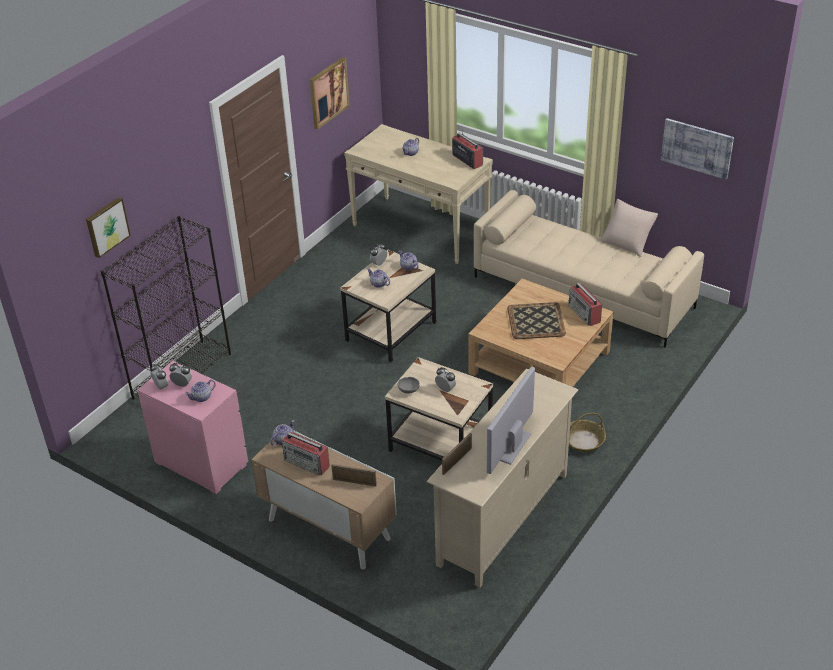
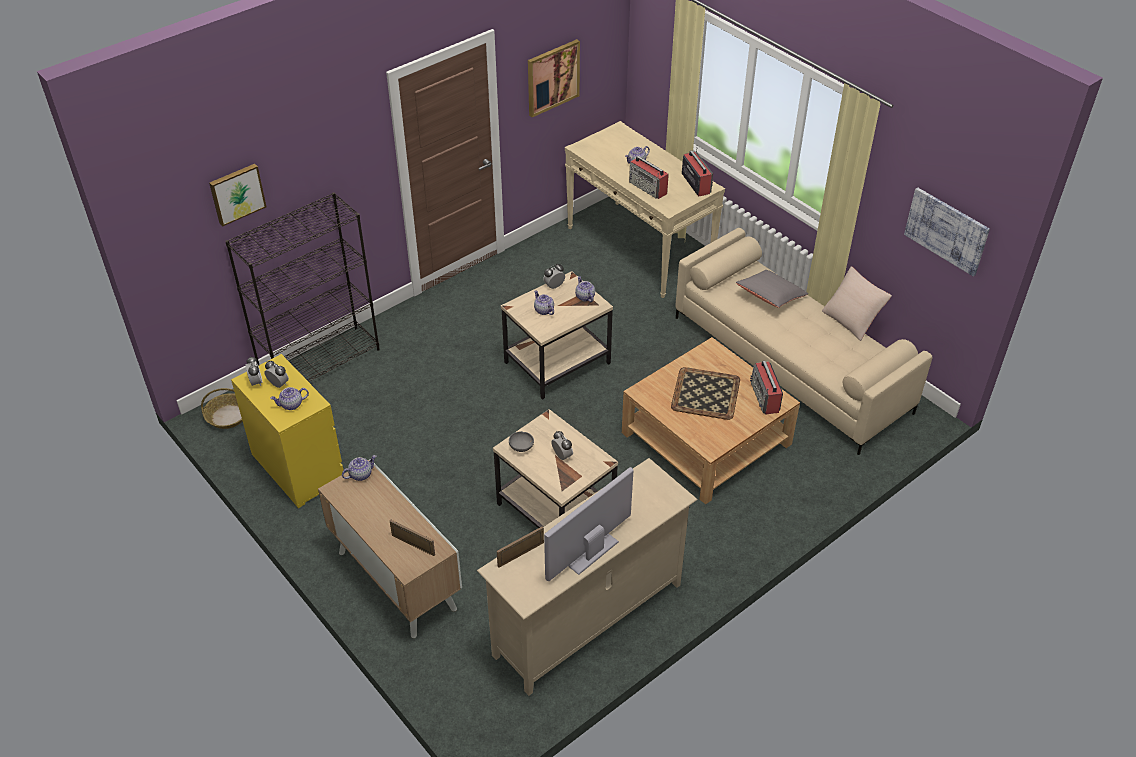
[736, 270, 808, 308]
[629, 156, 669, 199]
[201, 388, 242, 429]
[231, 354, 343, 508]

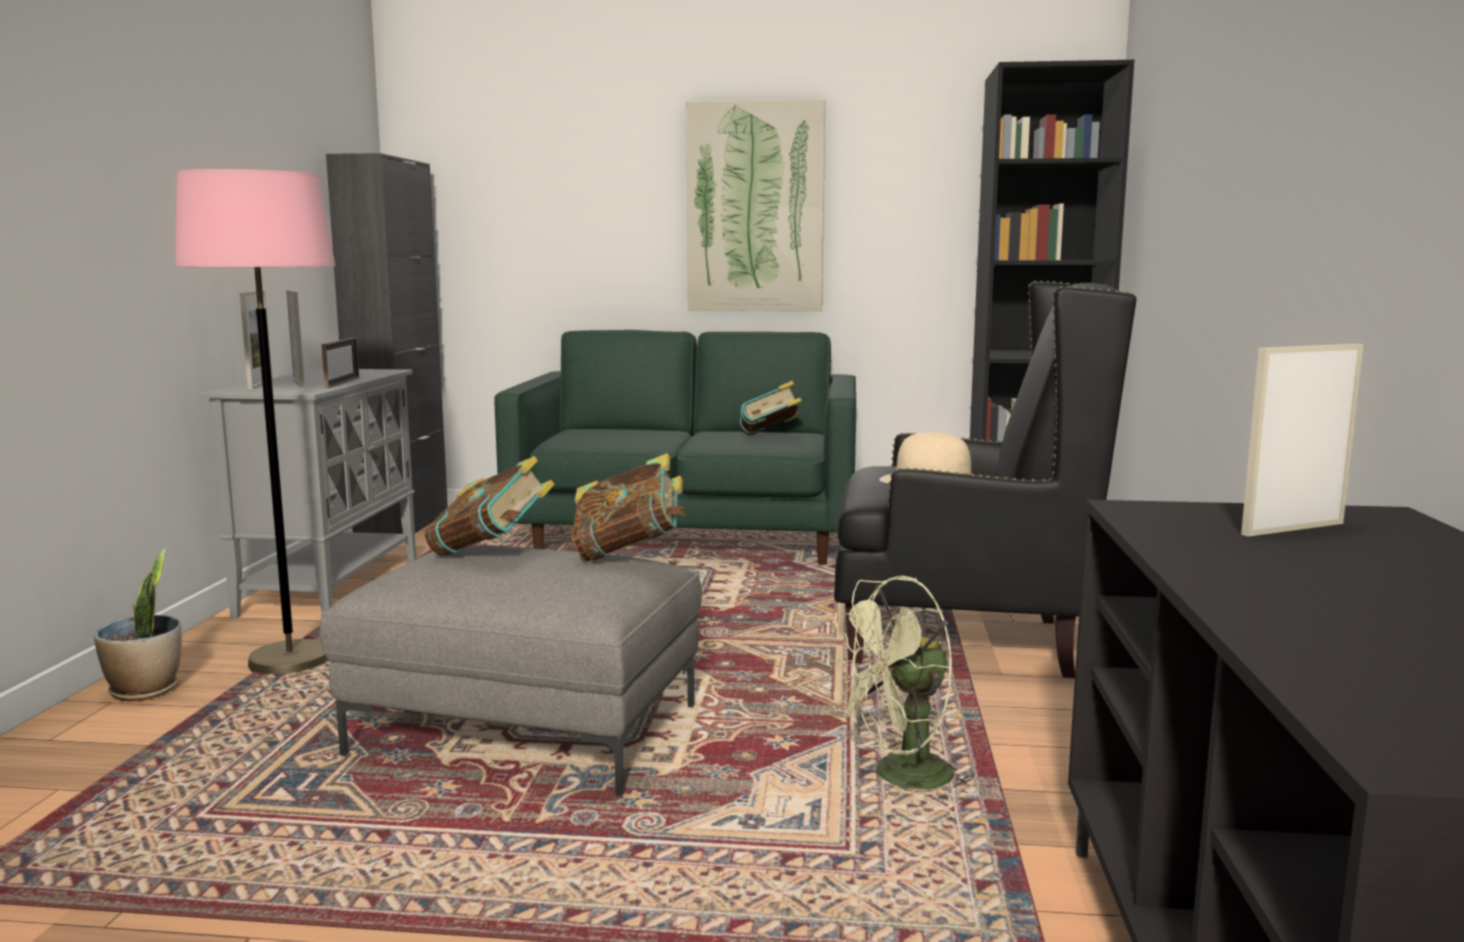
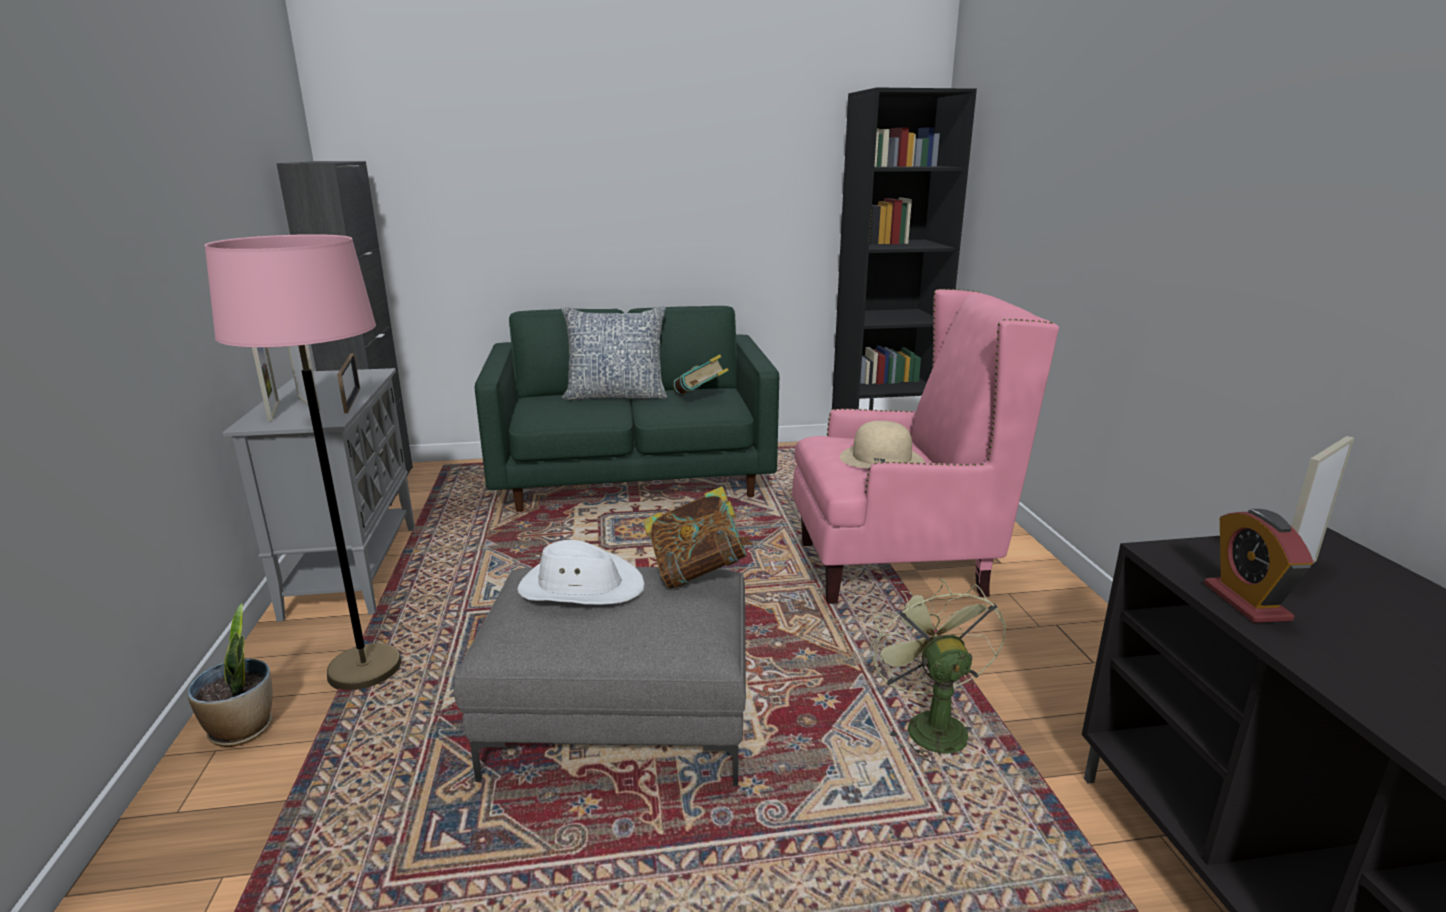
[686, 99, 825, 311] (first image)
[562, 306, 667, 401]
[1204, 509, 1314, 623]
[517, 540, 645, 605]
[792, 289, 1059, 604]
[869, 578, 1006, 763]

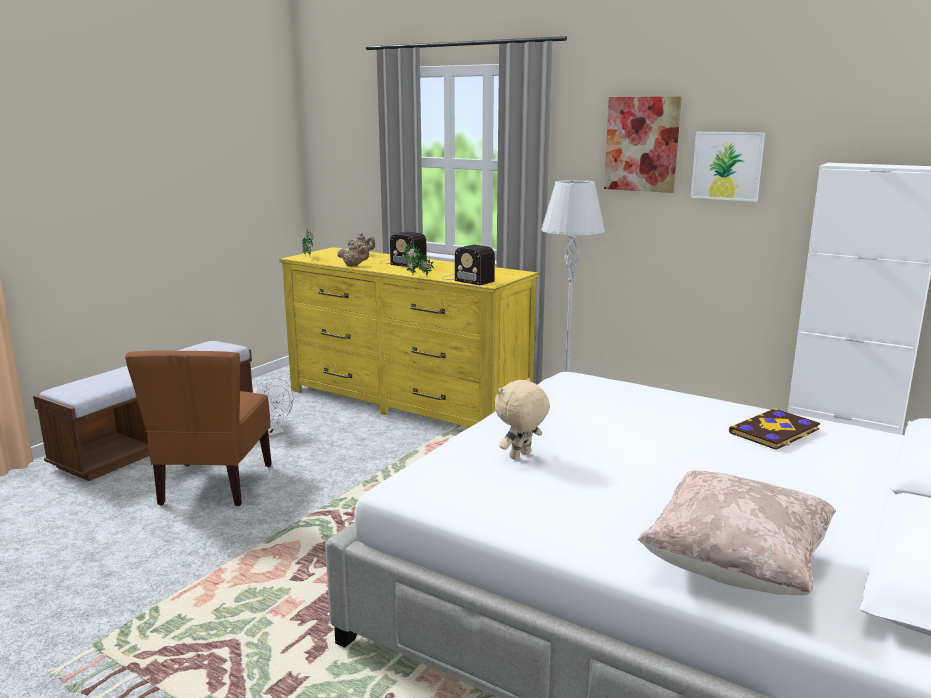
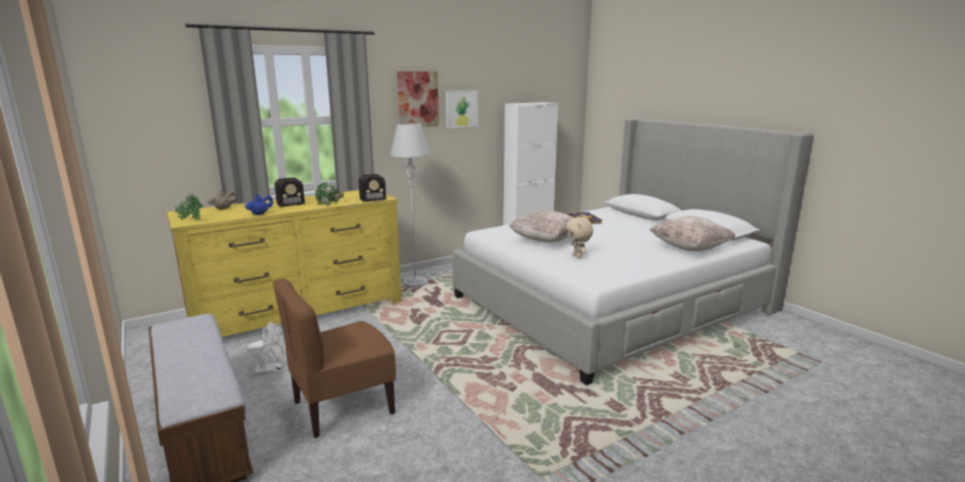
[508, 210, 574, 242]
[245, 194, 273, 215]
[273, 278, 396, 438]

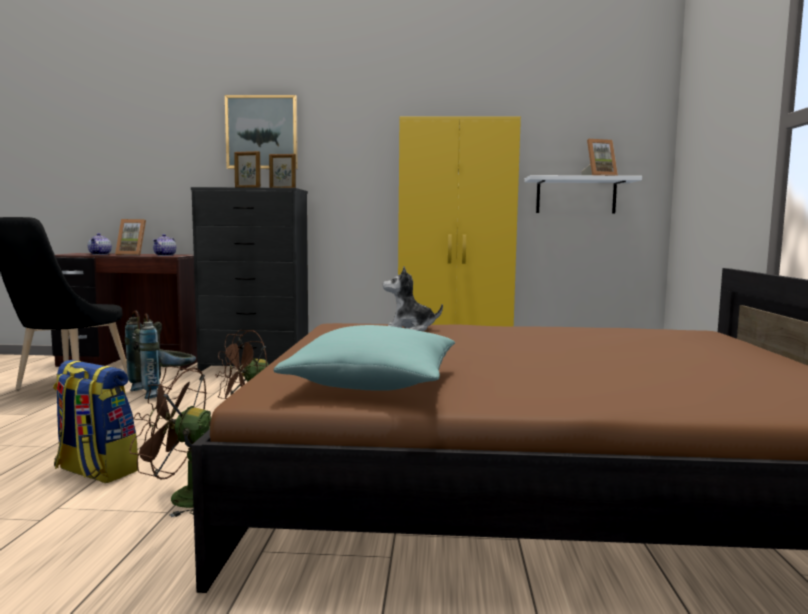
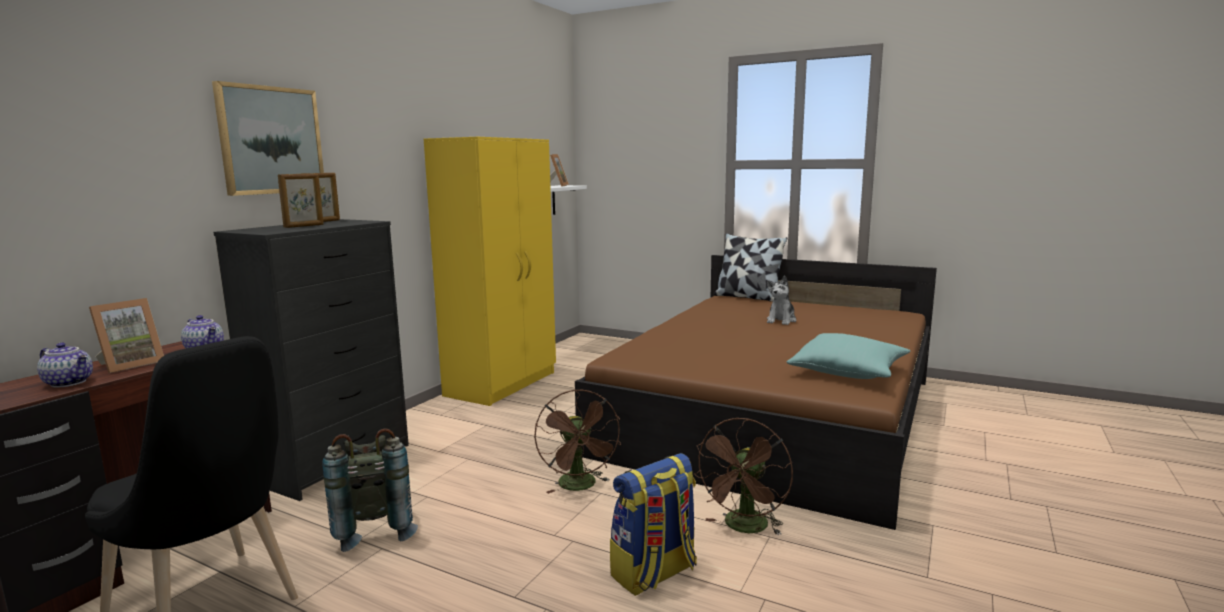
[714, 233, 788, 302]
[767, 276, 796, 325]

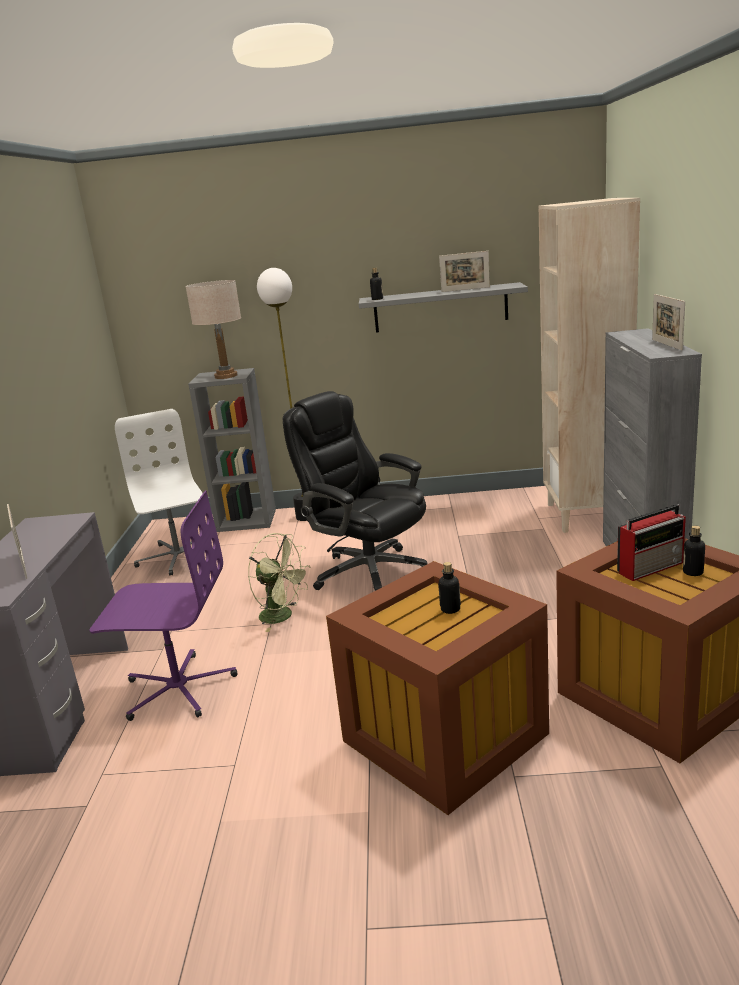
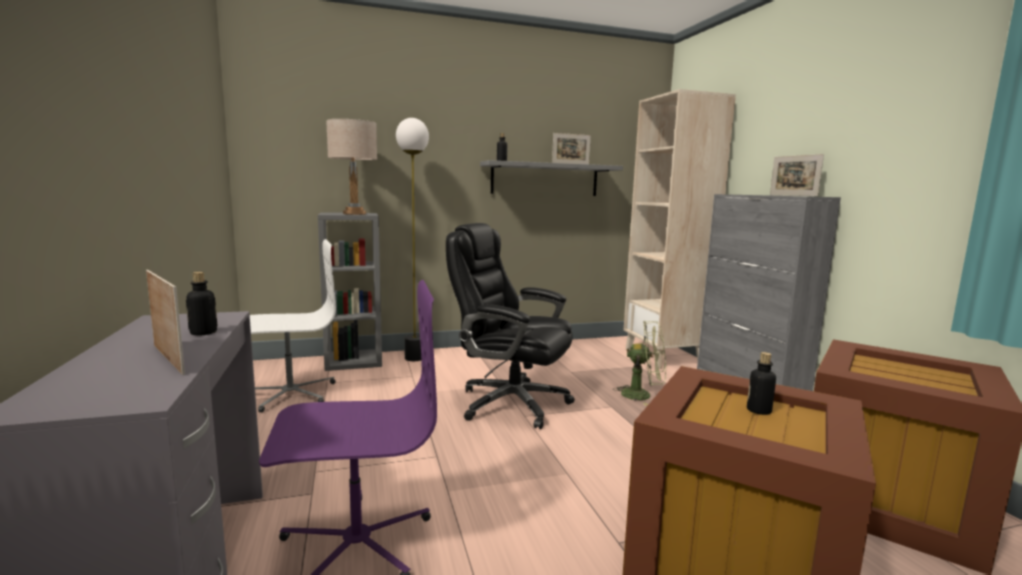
[617, 504, 686, 581] (first image)
[613, 321, 666, 406]
[186, 272, 218, 335]
[250, 239, 336, 413]

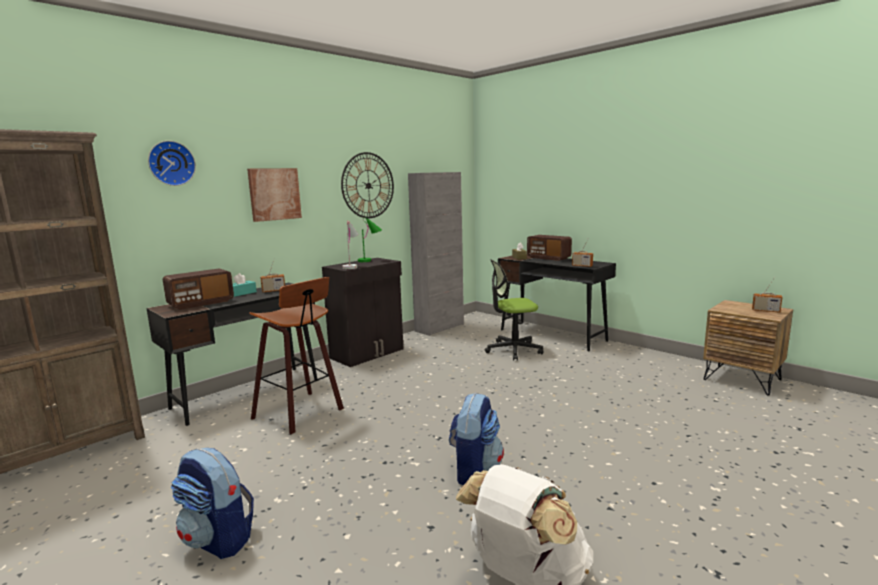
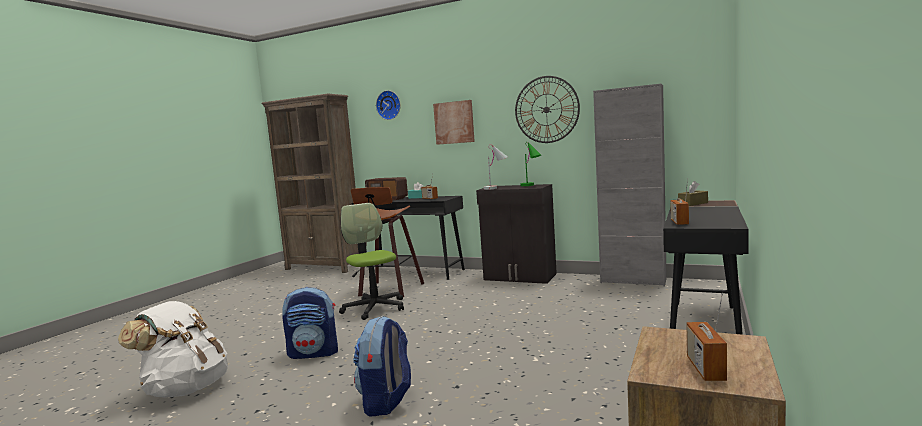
[527, 235, 572, 261] (first image)
[353, 316, 411, 417]
[339, 203, 404, 320]

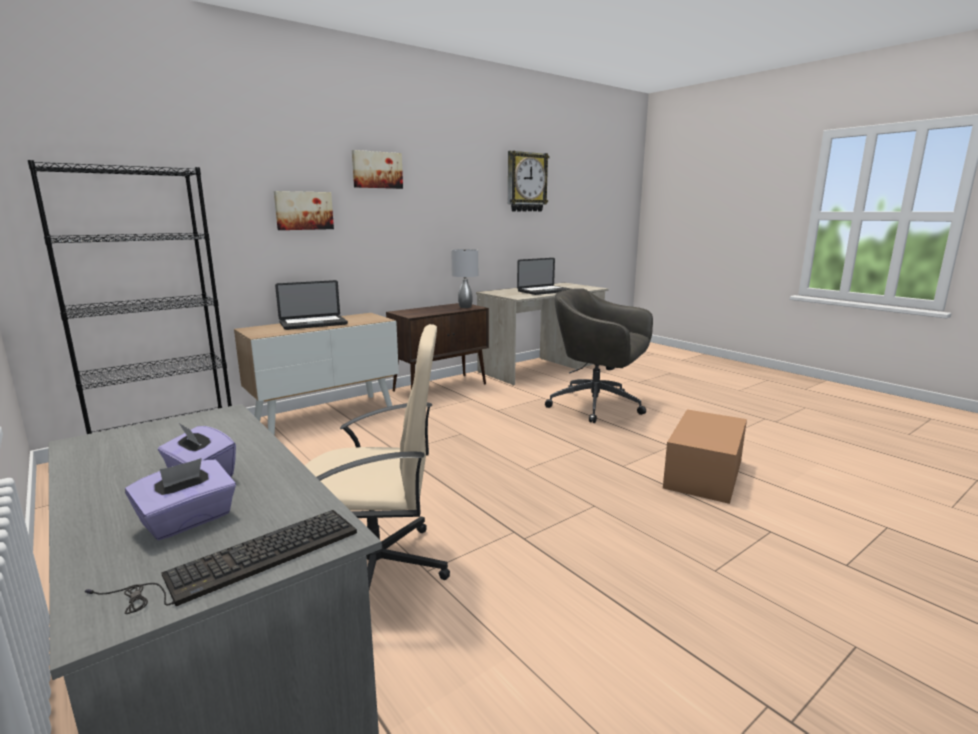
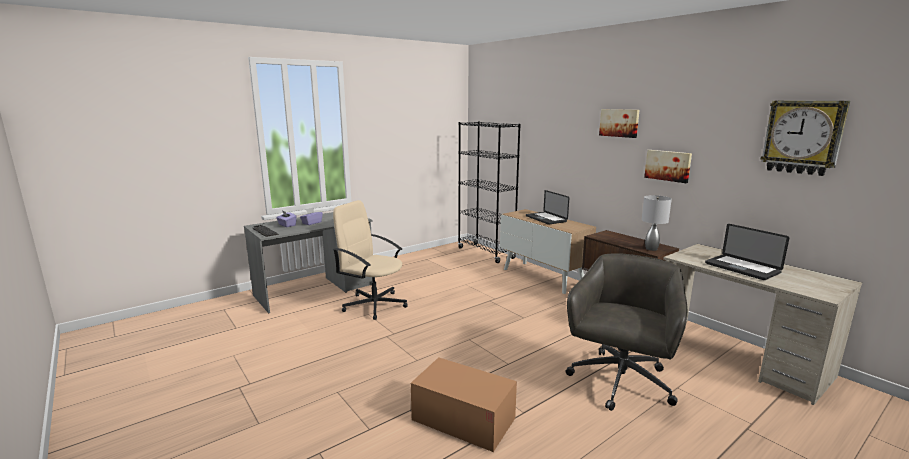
[644, 150, 692, 183]
[333, 200, 408, 320]

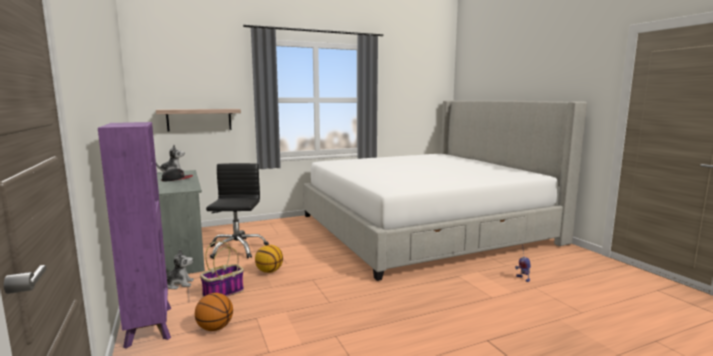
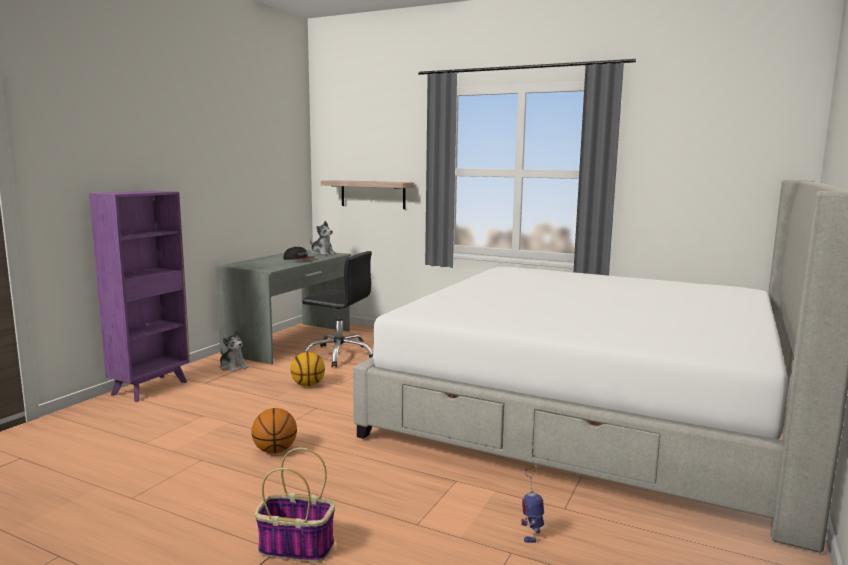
[251, 408, 297, 454]
[255, 448, 335, 562]
[302, 251, 373, 368]

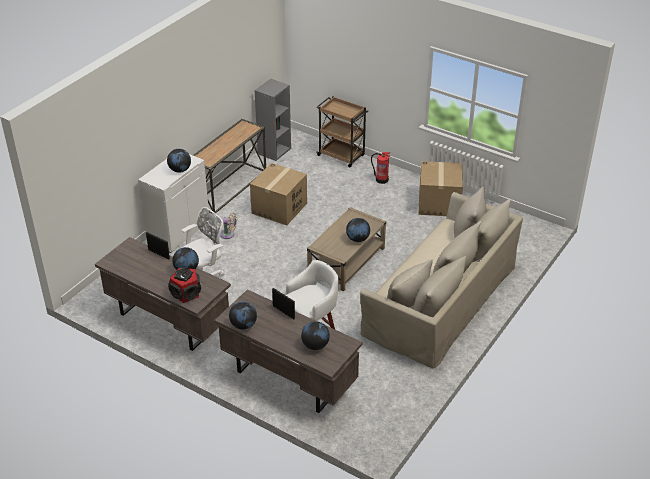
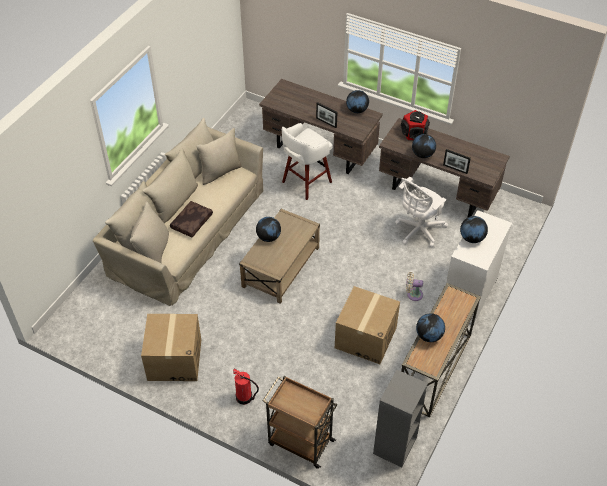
[170, 201, 213, 237]
[416, 313, 445, 342]

